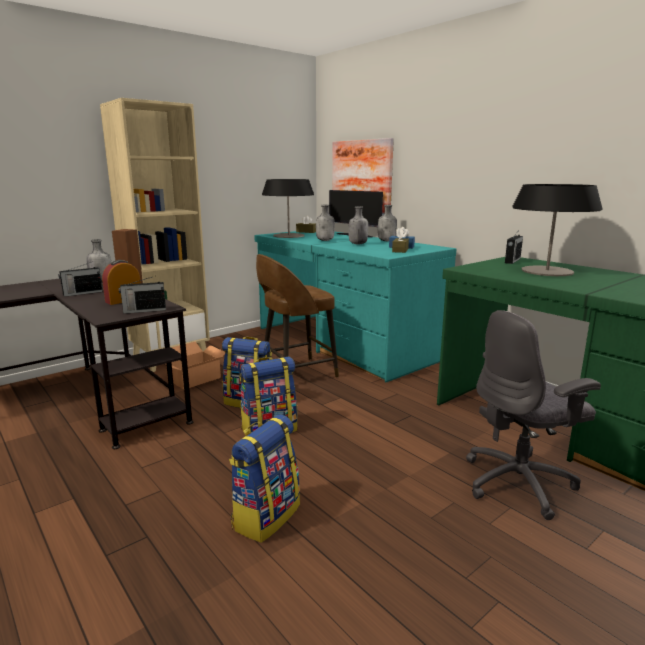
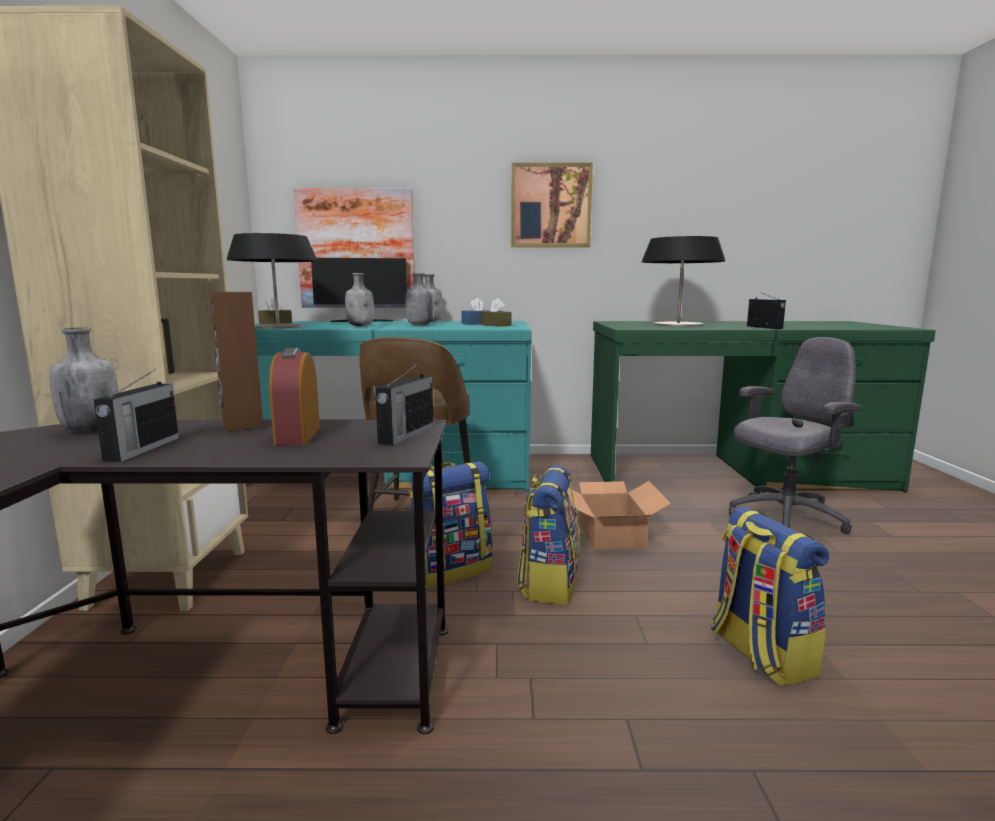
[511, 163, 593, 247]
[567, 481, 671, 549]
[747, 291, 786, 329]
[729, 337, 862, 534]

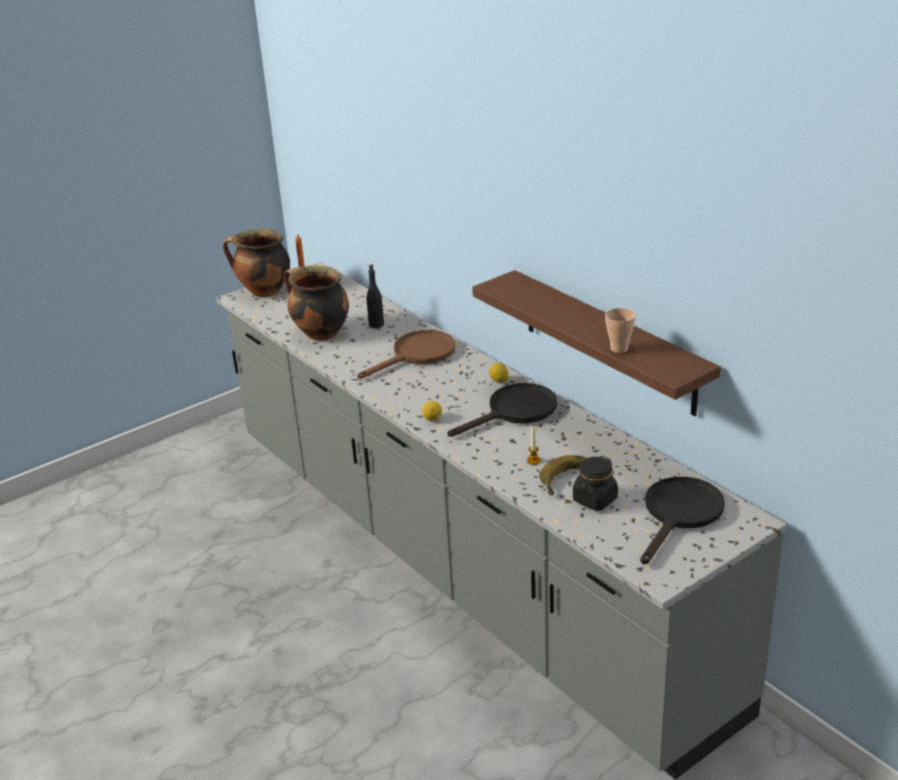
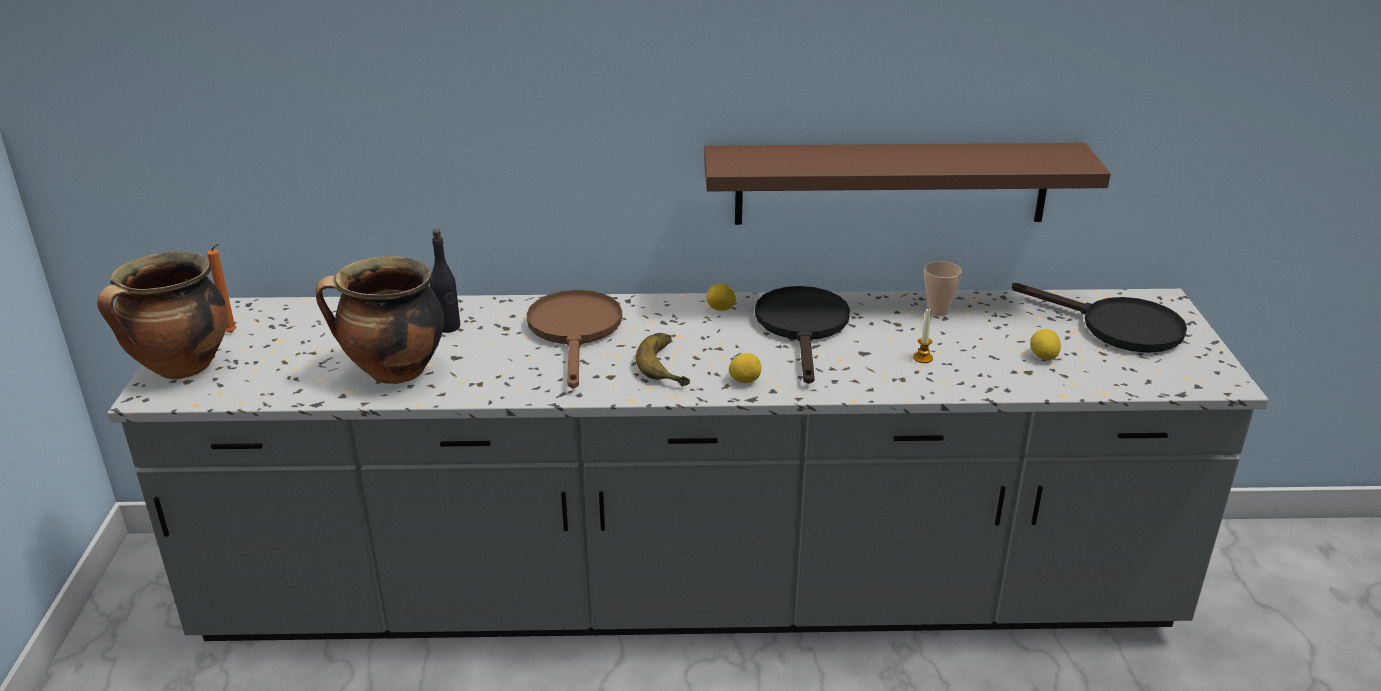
[636, 333, 690, 386]
[924, 261, 962, 316]
[1030, 329, 1061, 360]
[1012, 283, 1187, 353]

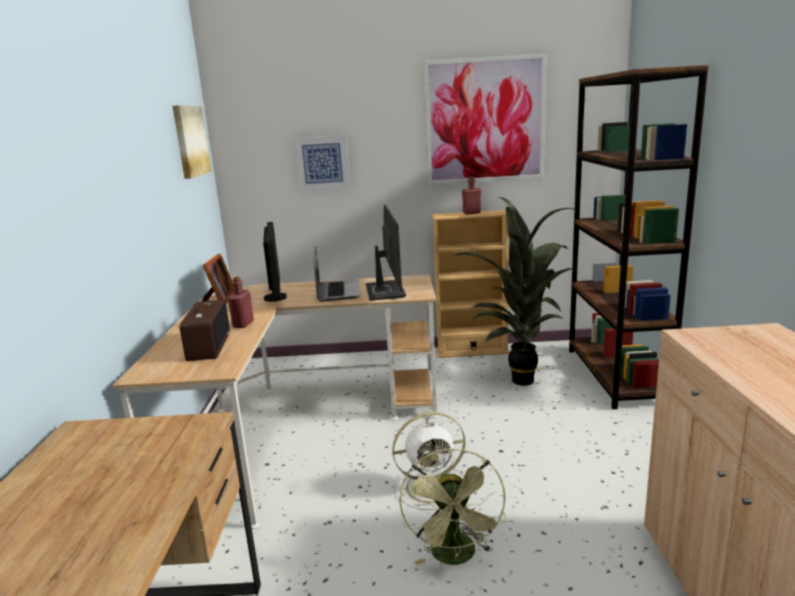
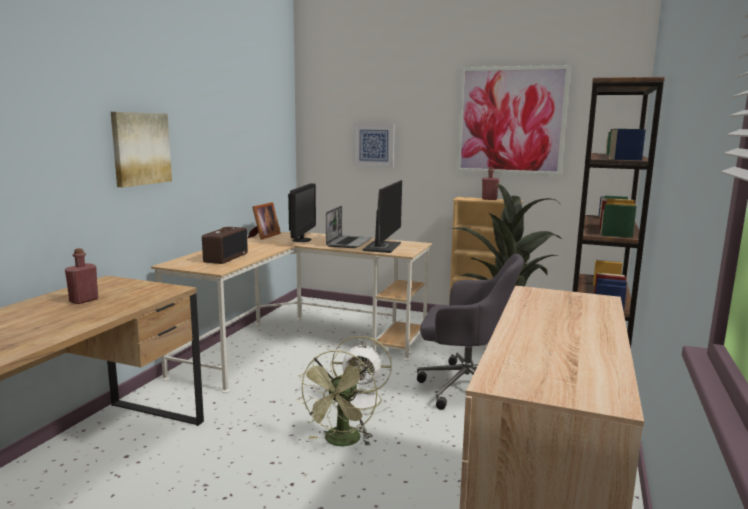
[417, 254, 524, 410]
[111, 112, 172, 187]
[65, 248, 98, 304]

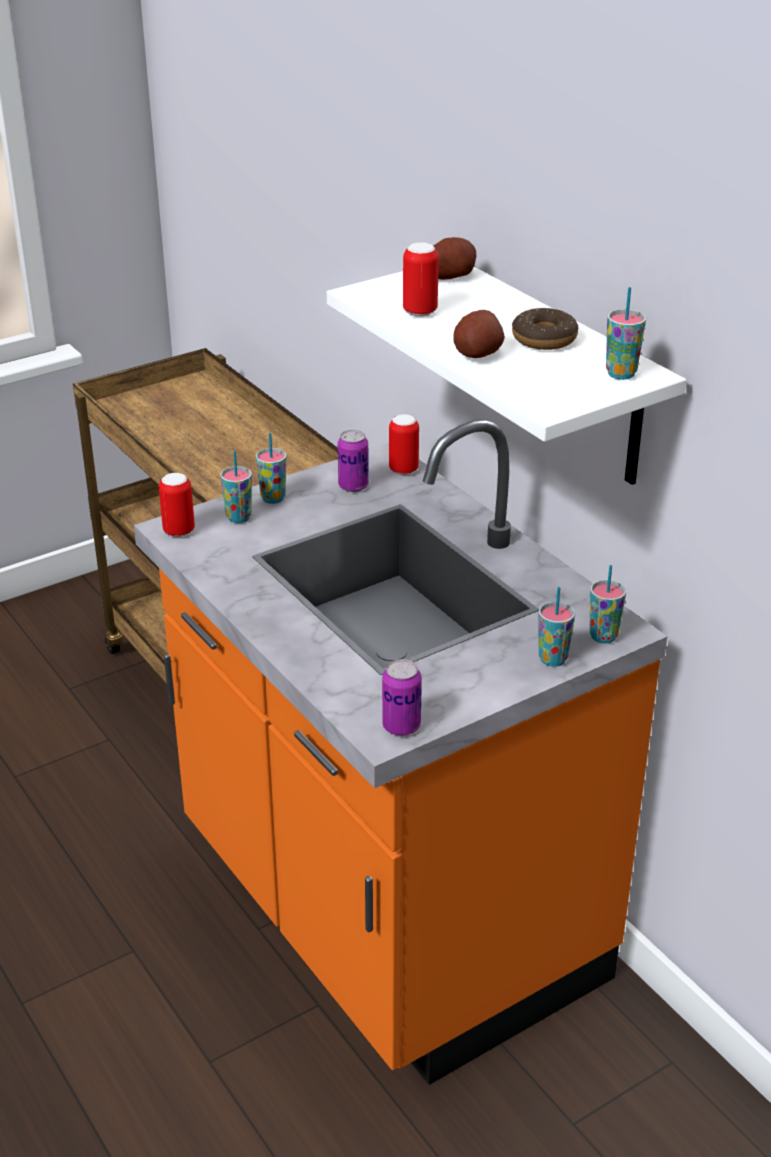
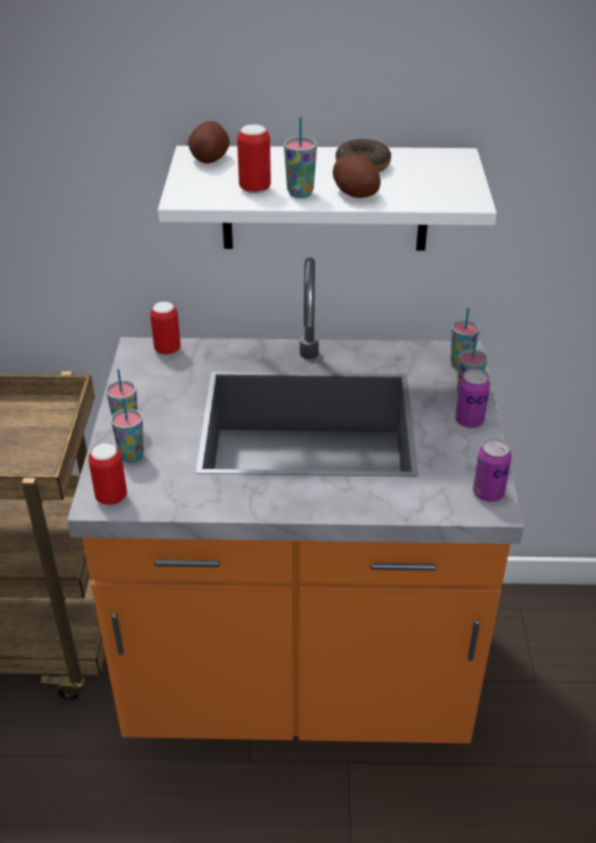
[455, 369, 490, 428]
[284, 117, 317, 198]

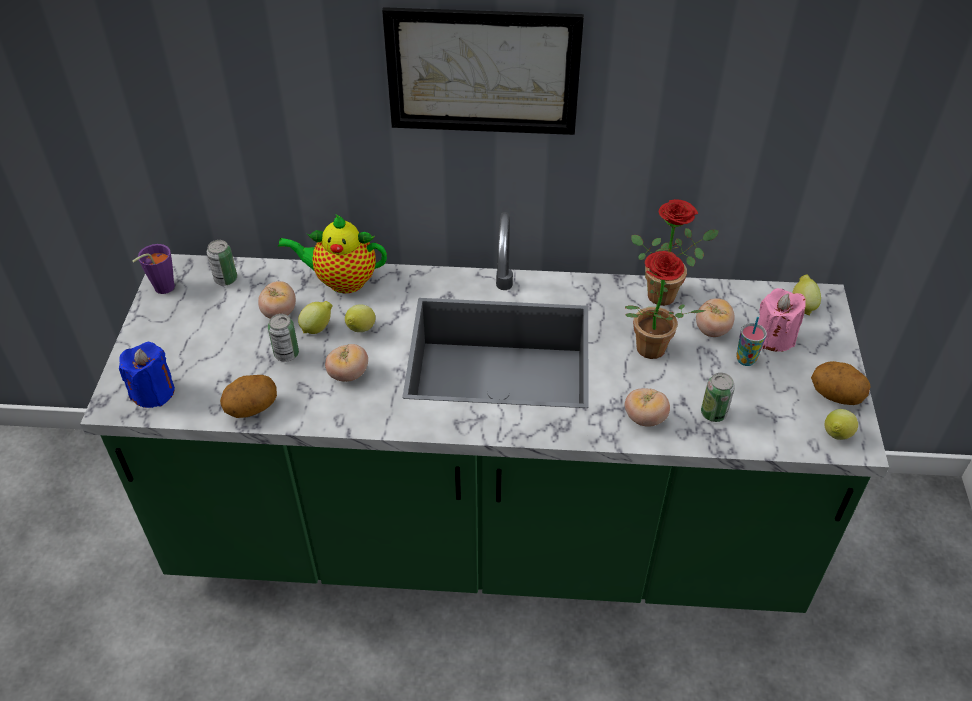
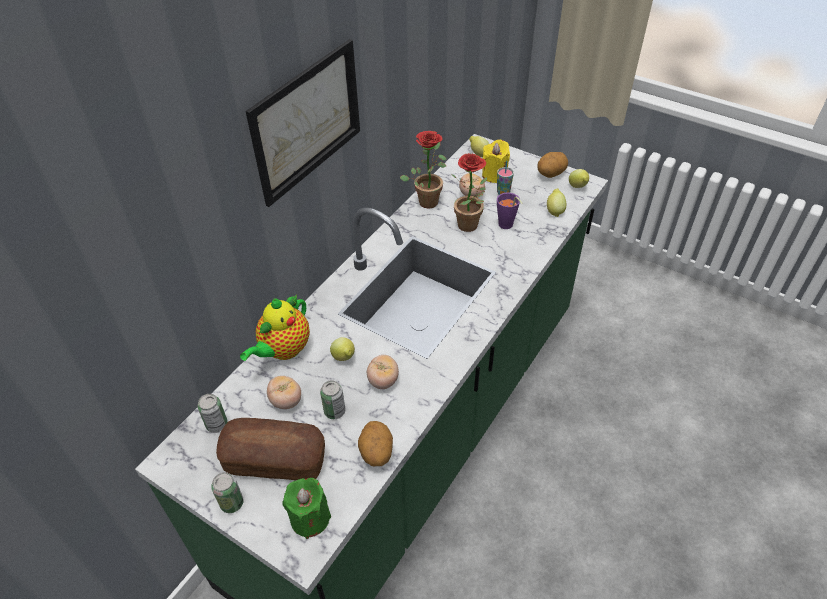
[625, 388, 670, 427] (first image)
[216, 418, 325, 480]
[497, 192, 522, 229]
[547, 188, 566, 217]
[211, 472, 244, 513]
[282, 478, 331, 539]
[482, 140, 510, 183]

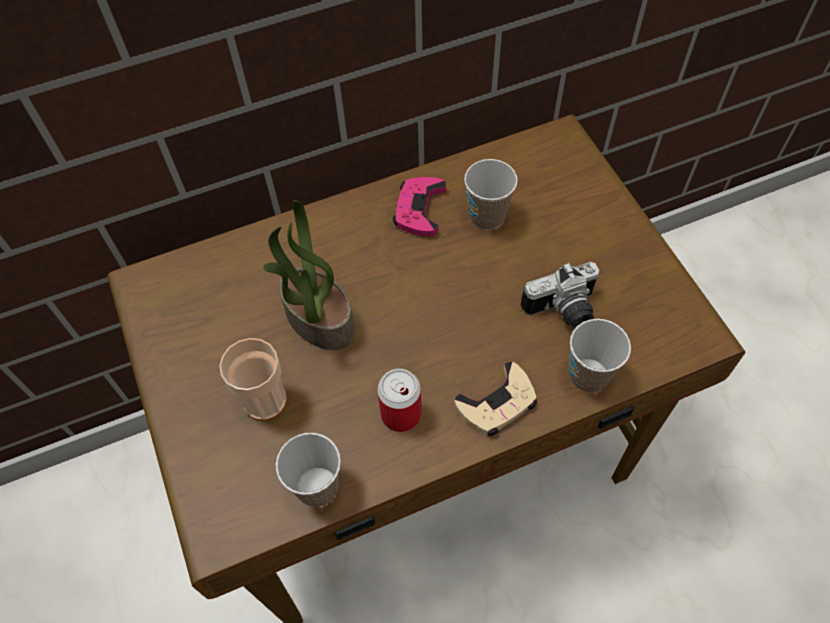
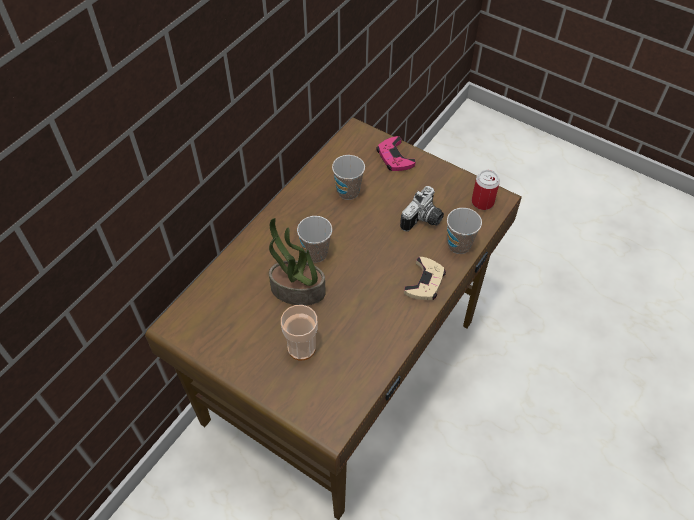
[297, 216, 332, 263]
[472, 170, 500, 210]
[376, 136, 416, 171]

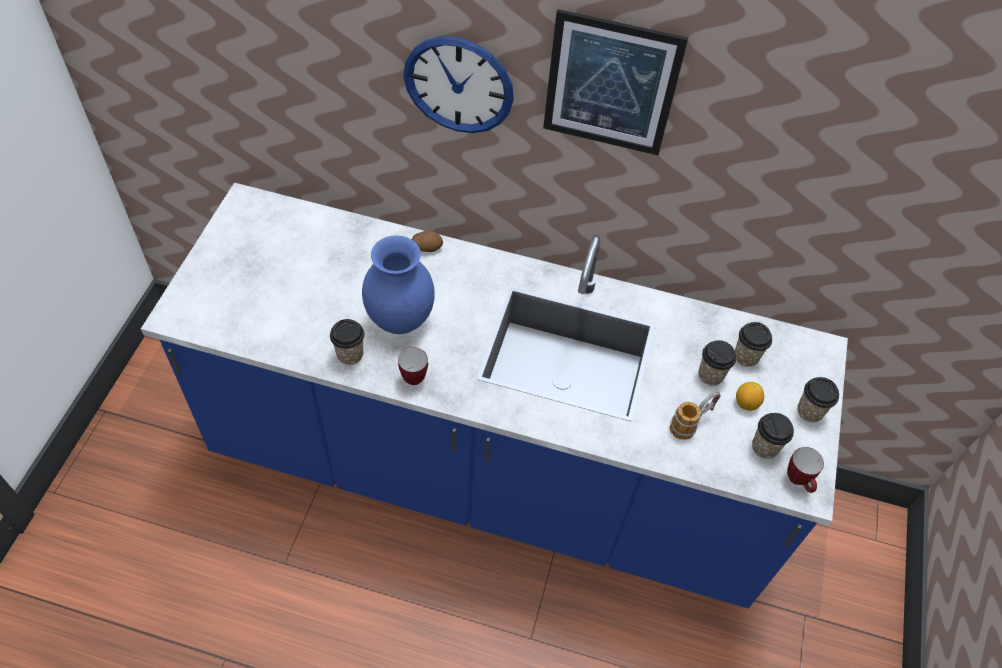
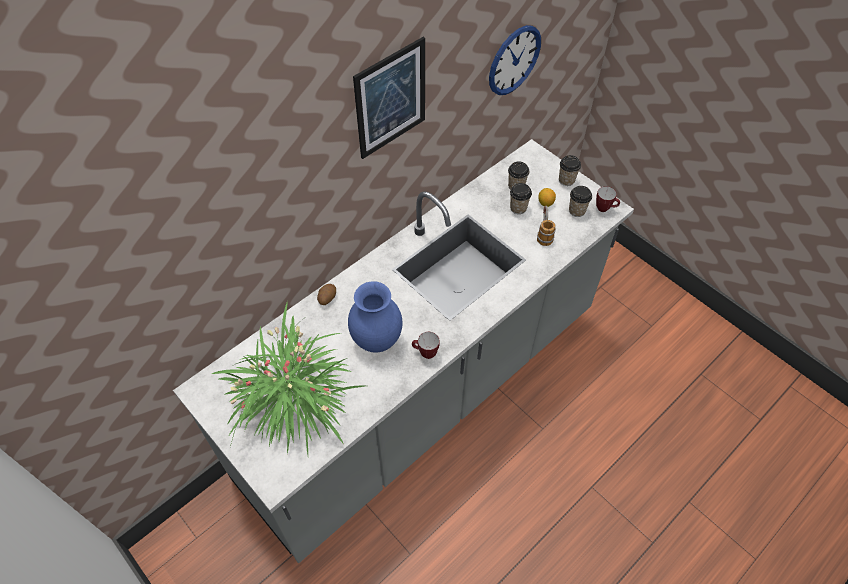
[330, 319, 365, 365] (first image)
[212, 301, 365, 455]
[489, 25, 541, 95]
[173, 139, 634, 563]

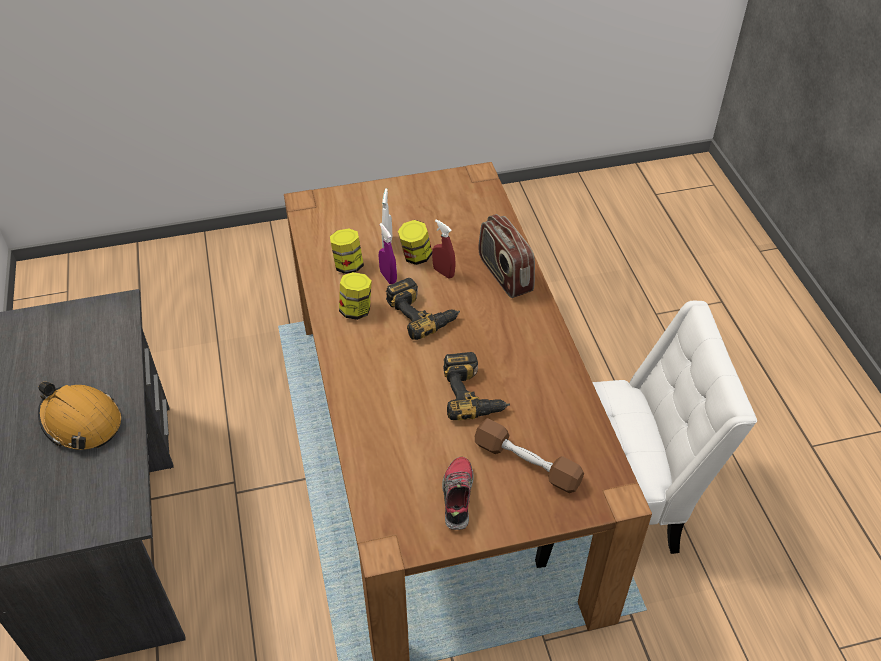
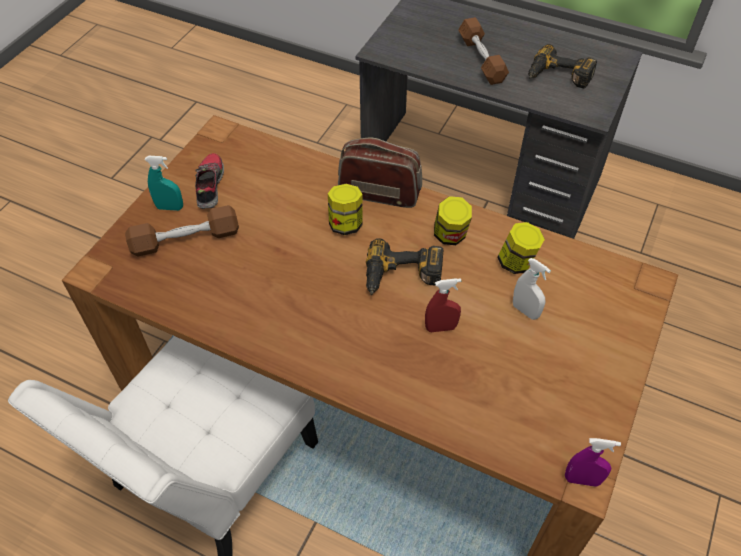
[145, 156, 183, 211]
[565, 438, 621, 487]
[328, 184, 363, 235]
[528, 44, 597, 88]
[338, 138, 422, 208]
[458, 17, 509, 85]
[195, 153, 224, 209]

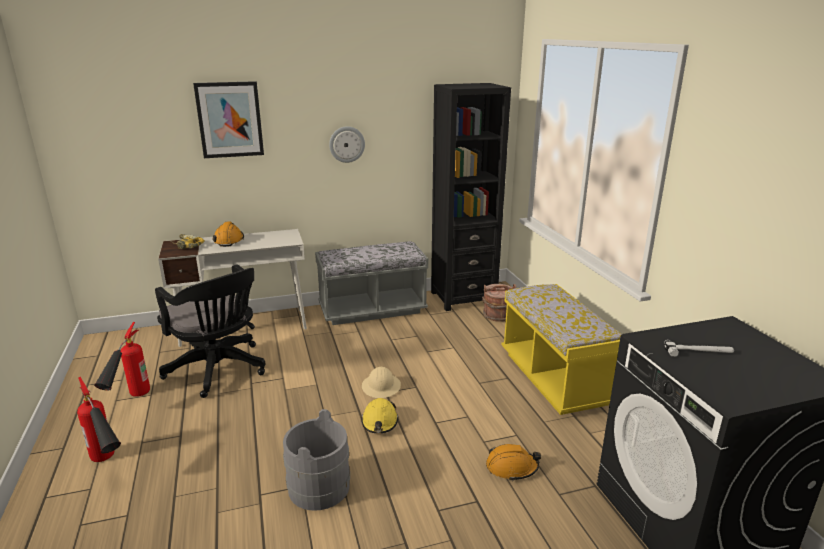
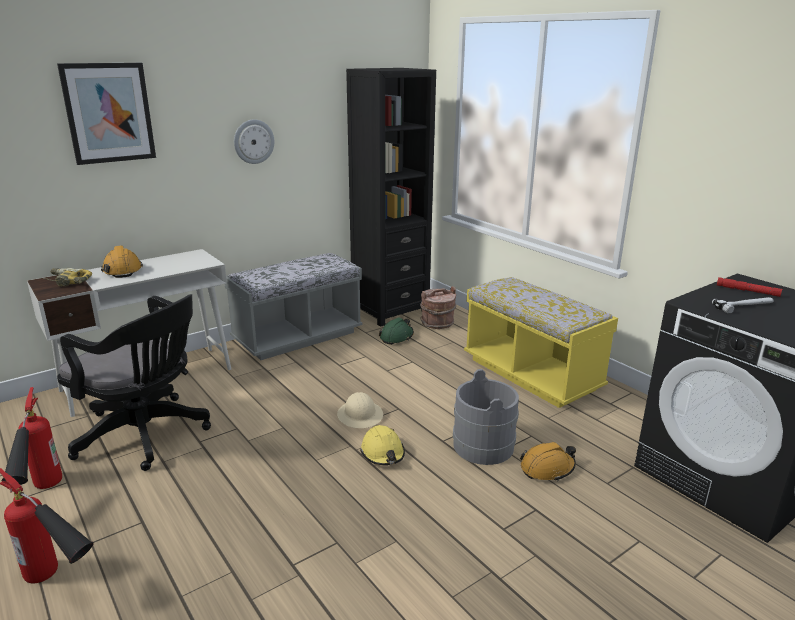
[379, 318, 414, 345]
[717, 277, 782, 297]
[453, 369, 519, 465]

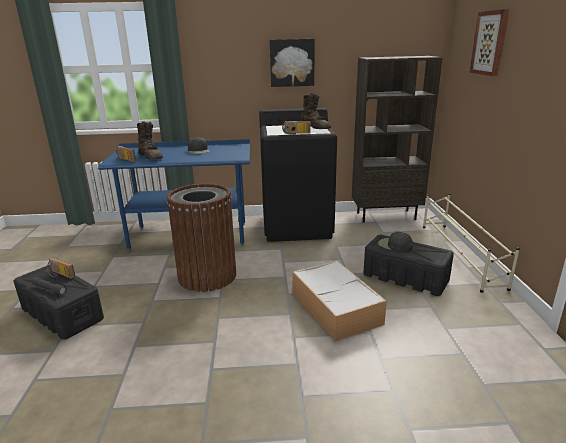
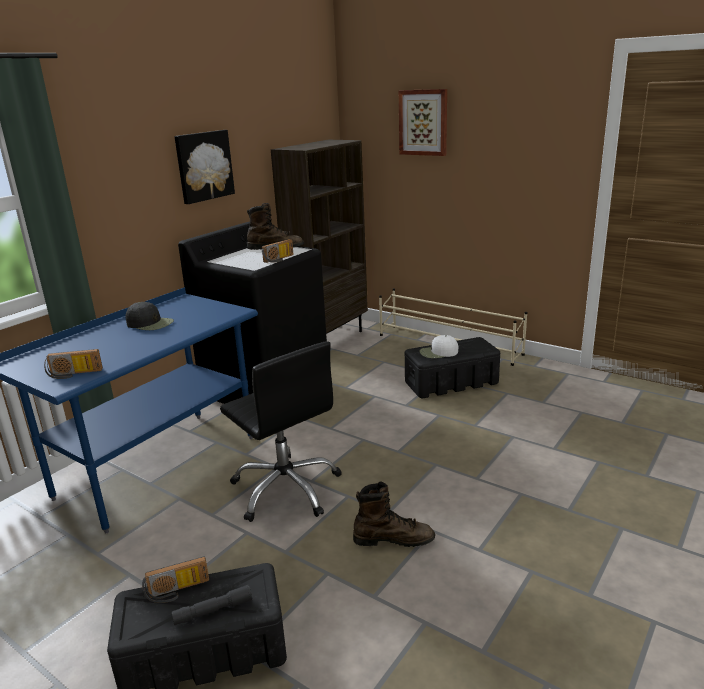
[292, 261, 387, 341] (first image)
[353, 481, 435, 547]
[220, 341, 342, 522]
[420, 335, 458, 358]

